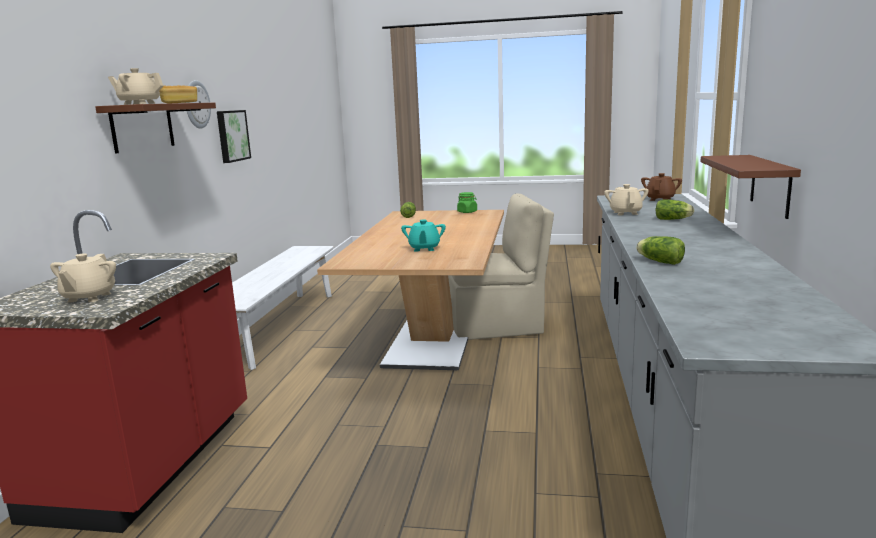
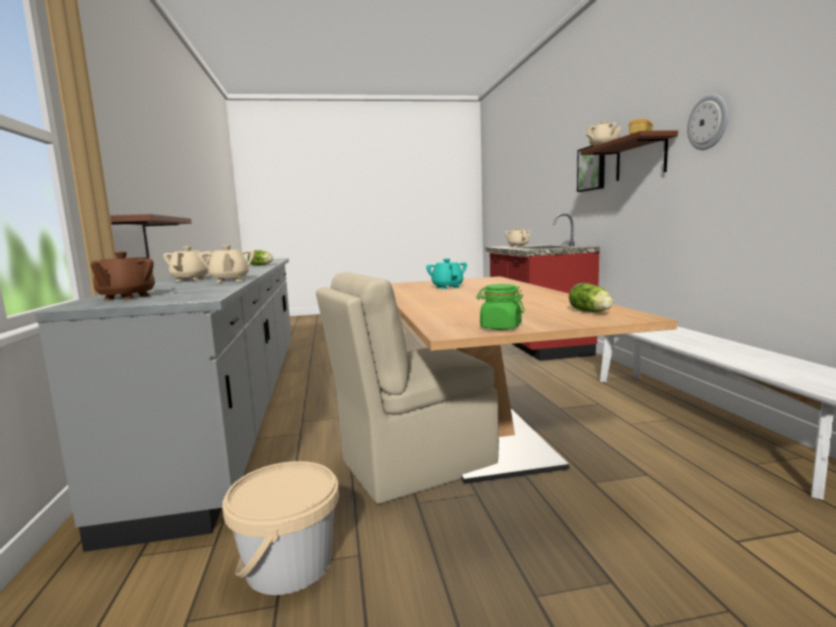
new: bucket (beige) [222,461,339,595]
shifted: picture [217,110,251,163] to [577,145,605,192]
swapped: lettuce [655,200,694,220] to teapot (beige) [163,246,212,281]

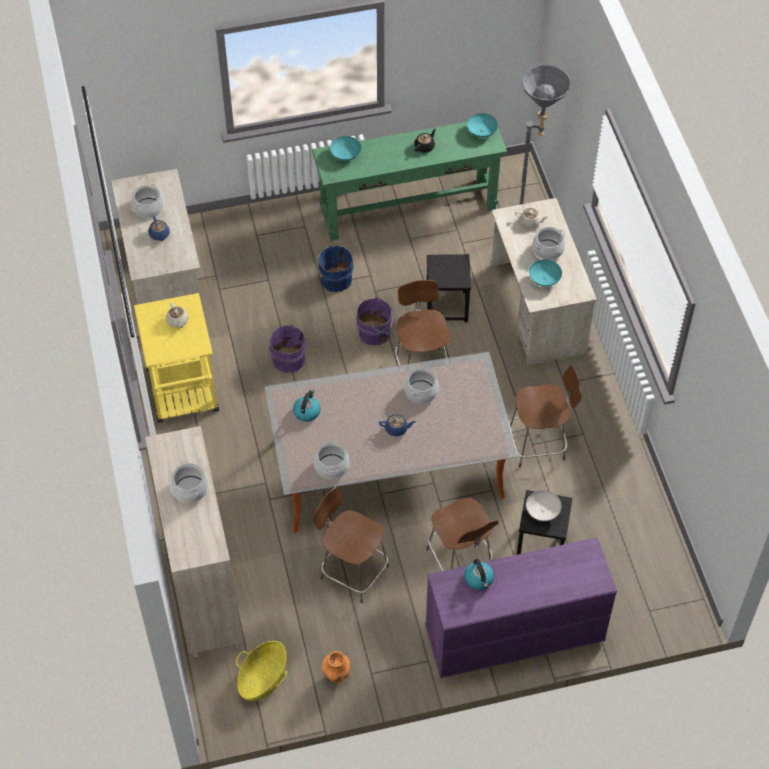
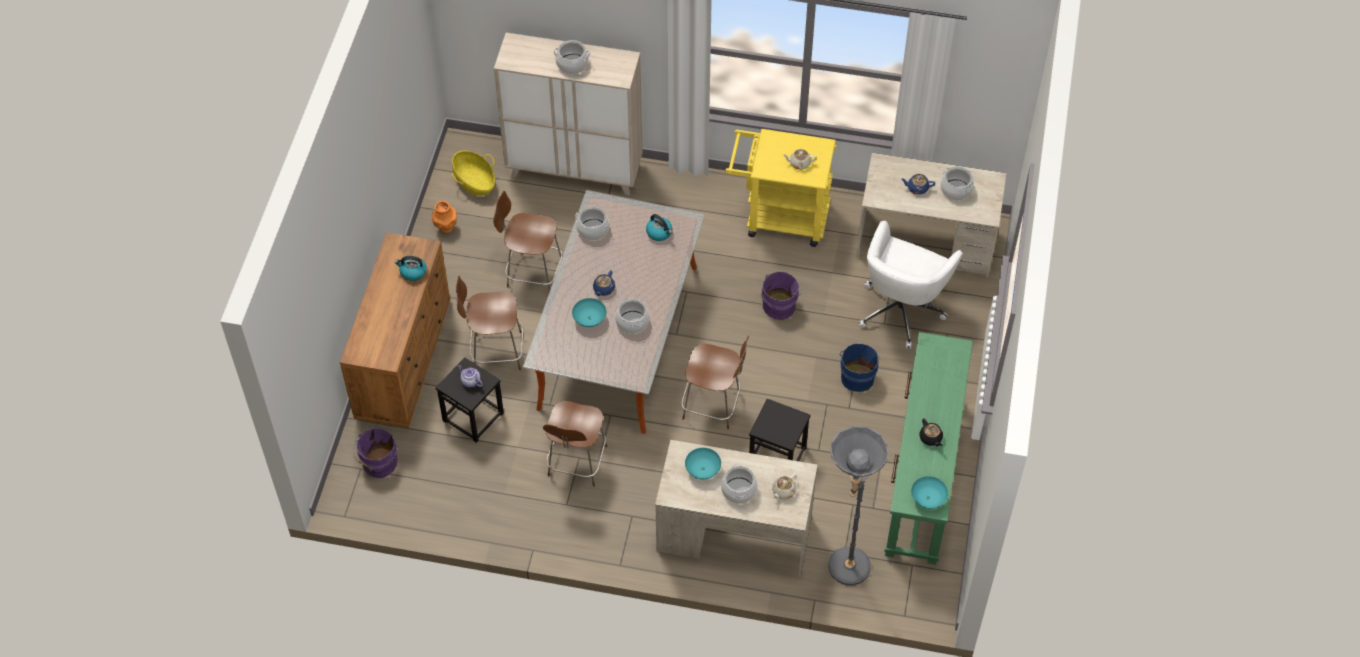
new: office chair (white) [859,221,963,349]
shifted: bowl (turquoise) [330,136,361,161] to [572,298,606,327]; bucket (purple) [357,297,393,345] to [353,428,398,478]
swapped: bowl (white) [526,490,561,521] to teapot [458,365,483,388]
repainted: dresser (purple) [425,537,617,678] to dresser (brown) [340,232,450,428]
rotated: chair (brown) [313,486,389,603] = [493,191,563,292] 135 degrees counterclockwise

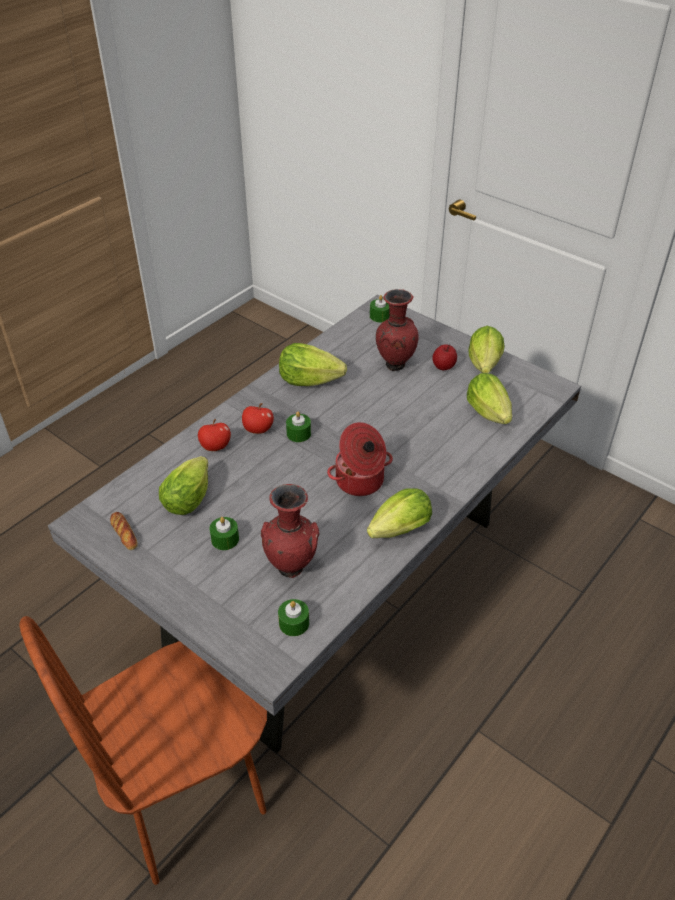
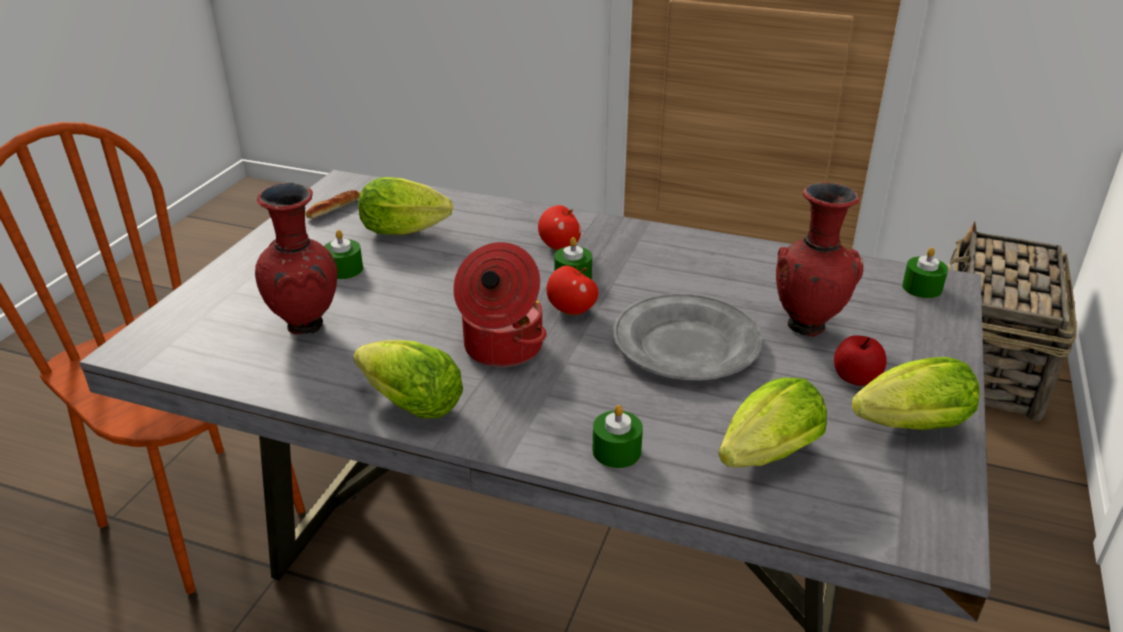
gone: lettuce [279,343,347,386]
new: plate (grey) [613,294,762,380]; basket [947,222,1077,422]
shifted: apple [198,419,231,451] to [546,265,598,315]; candle (green) [278,599,309,636] to [592,405,643,468]

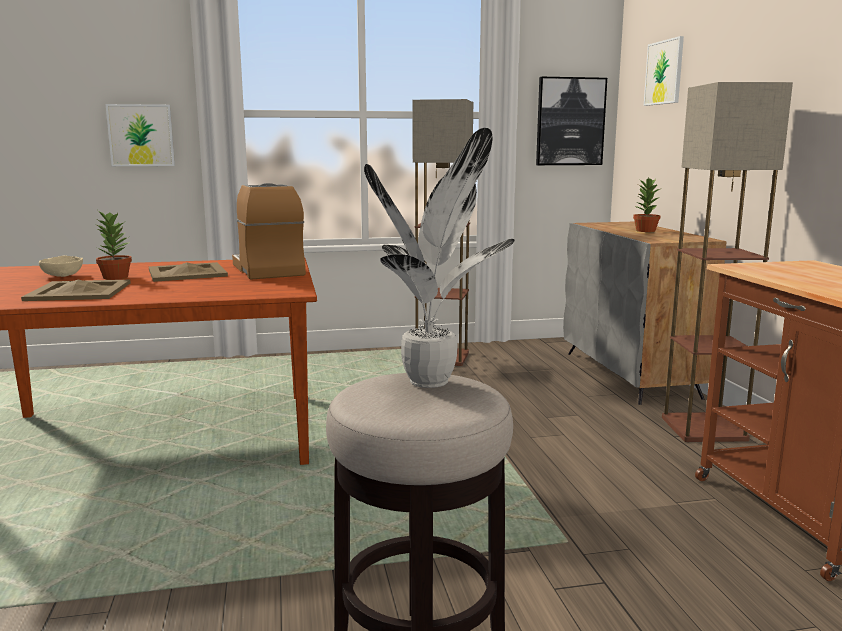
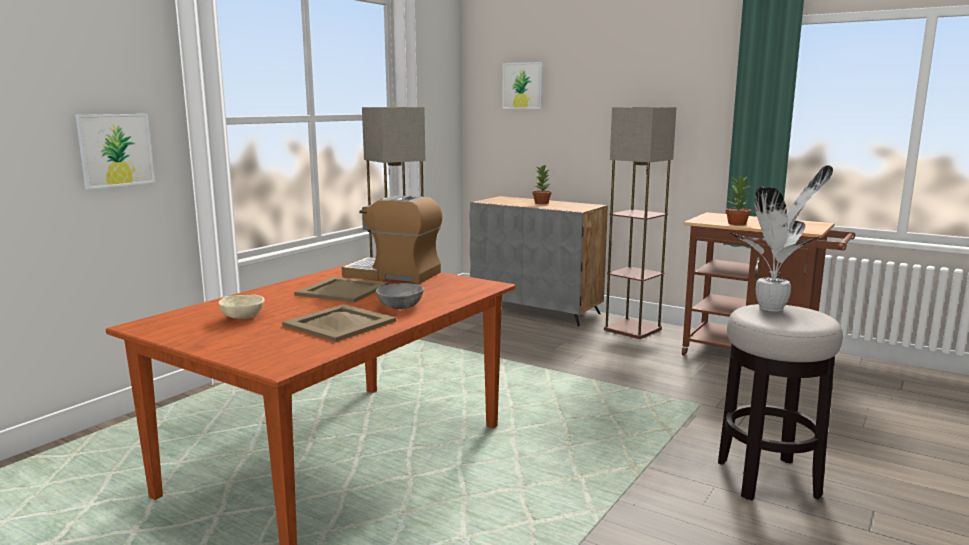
gone: picture [536,77,607,165]
new: bowl (grey) [376,283,424,309]
shifted: potted plant [96,211,132,280] to [726,176,751,225]

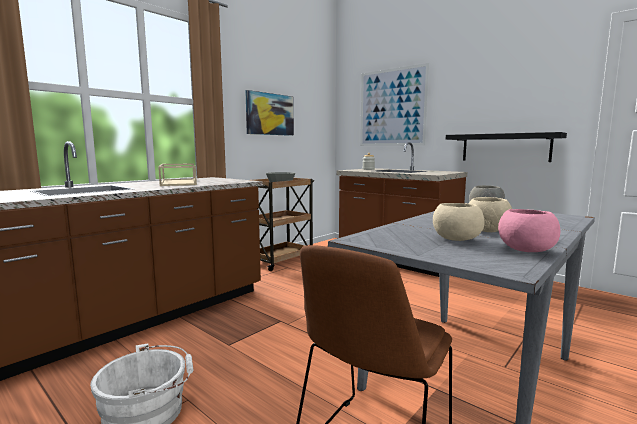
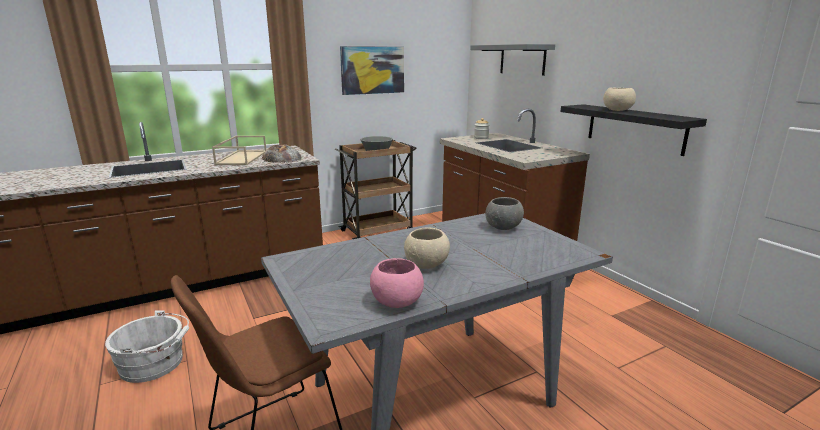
new: bread [262,144,302,163]
shifted: bowl (beige) [433,203,485,241] to [603,87,636,111]
swapped: picture [360,63,429,146] to shelf (grey) [470,44,555,76]

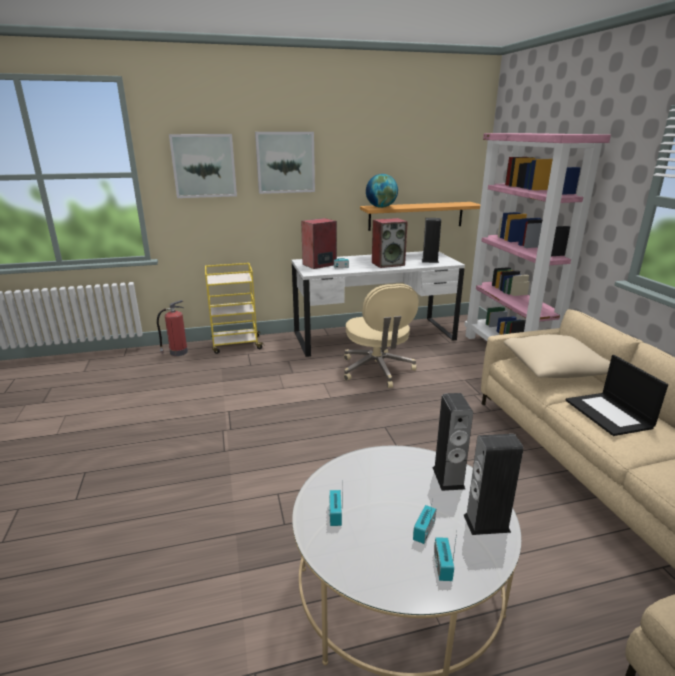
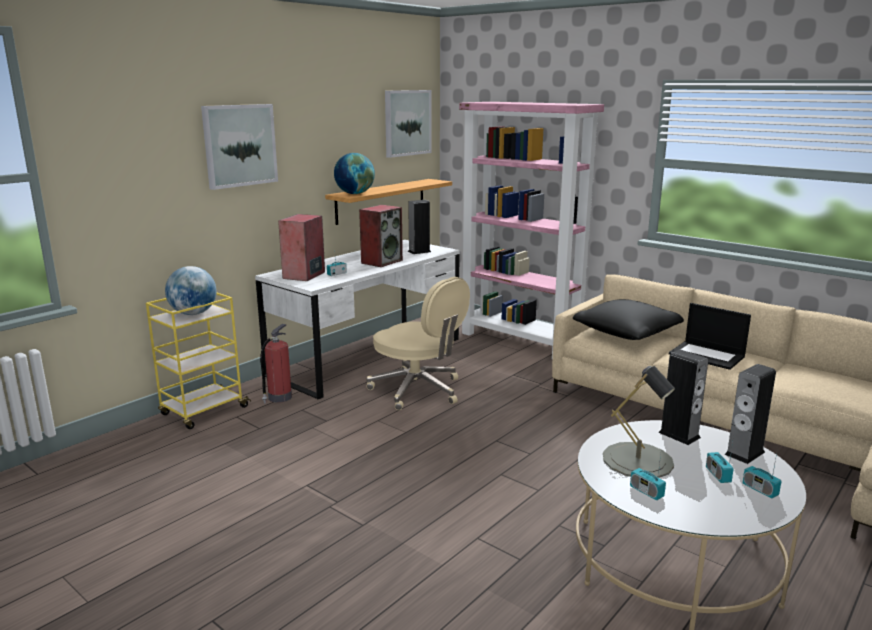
new: globe [165,266,217,315]; table lamp (grey) [603,366,675,478]
shifted: fire extinguisher [157,300,188,356] to [260,324,292,404]; picture [169,134,237,198] to [385,90,432,158]
repainted: pillow (beige) [504,334,610,378] to pillow (black) [573,299,684,340]

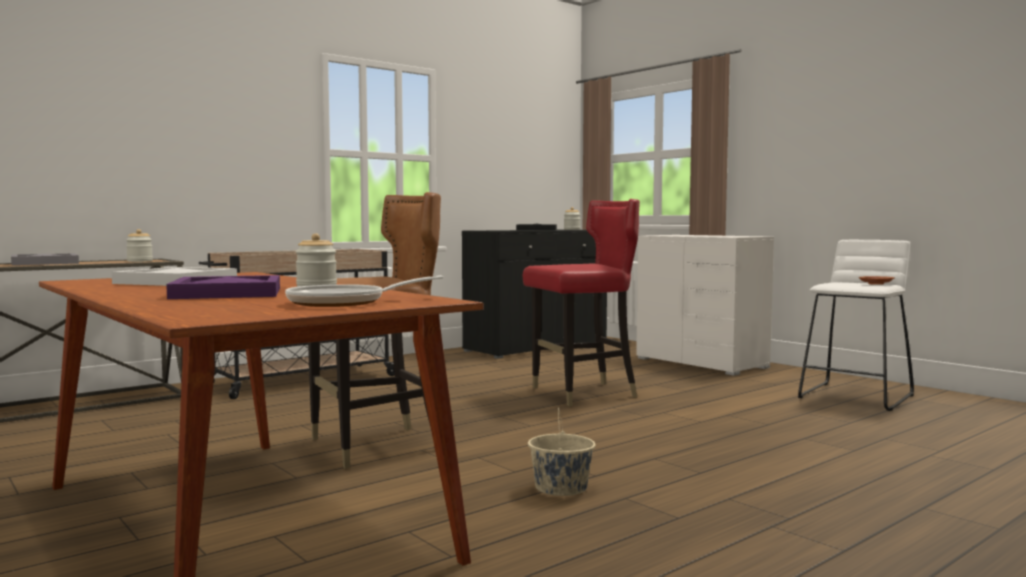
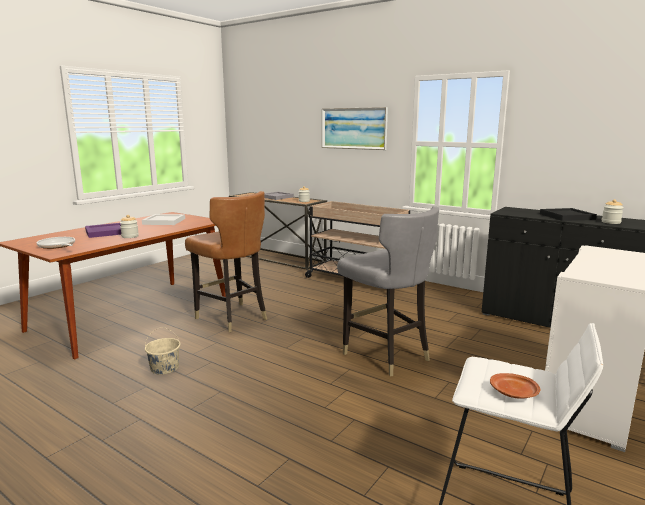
new: picture [322,107,388,150]
repainted: chair (red) [523,199,640,406] to chair (grey) [337,206,439,376]

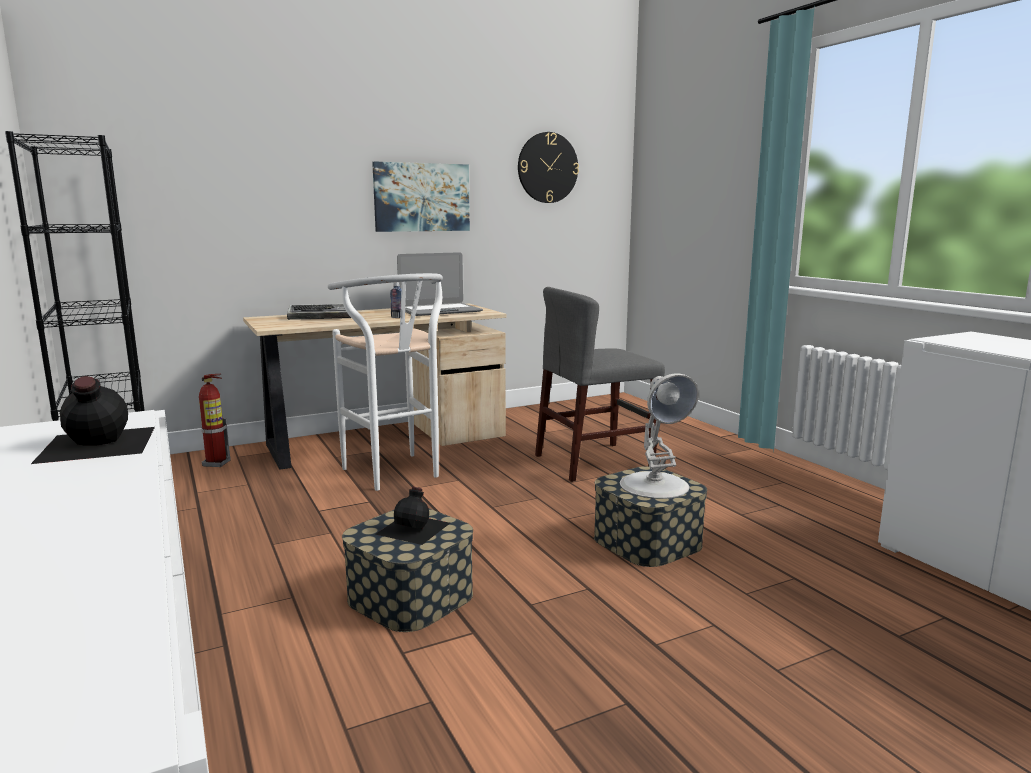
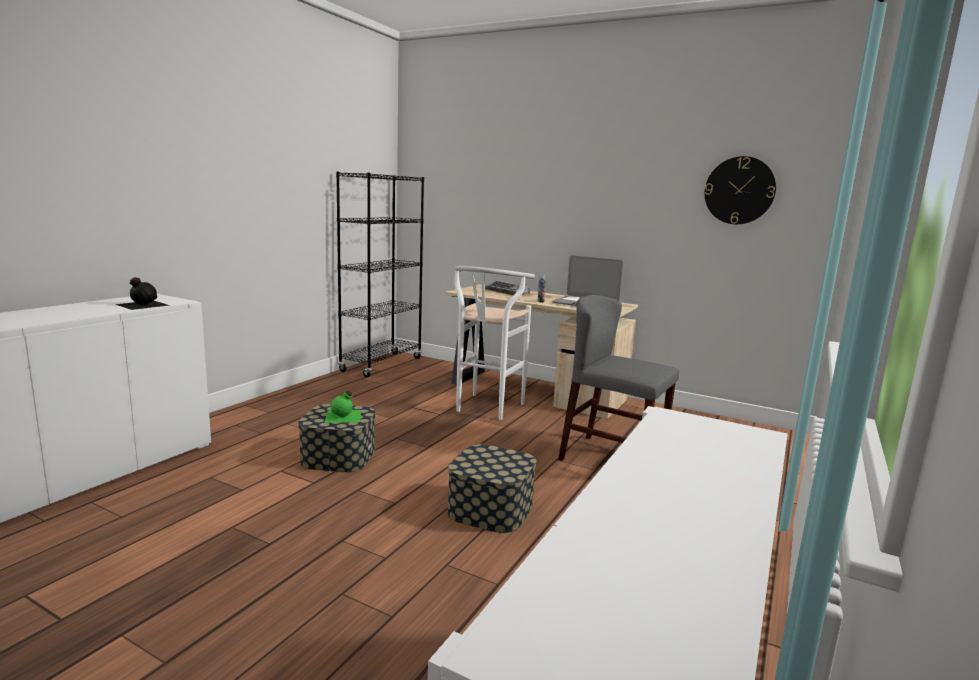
gone: fire extinguisher [199,374,231,467]; picture [372,161,470,232]; table lamp (white) [620,374,699,499]
repainted: bottle (black) [375,487,450,545] to bottle (green) [324,391,361,423]

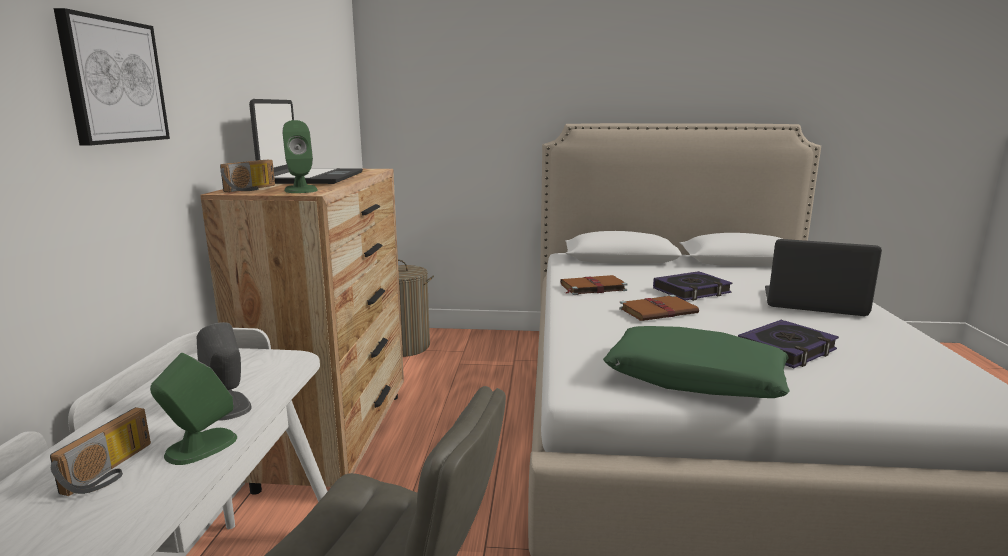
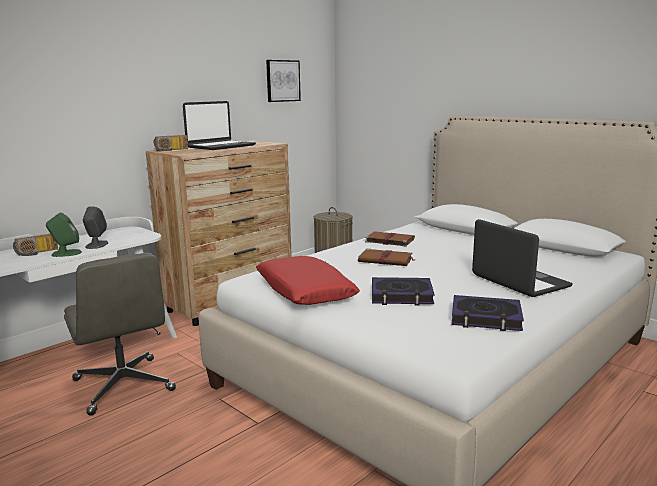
gone: speaker (green) [282,120,318,193]
shifted: picture [54,8,170,146] to [266,60,301,102]; book [653,271,732,301] to [451,295,524,331]
repainted: pillow (green) [603,326,790,398] to pillow (red) [256,256,360,305]

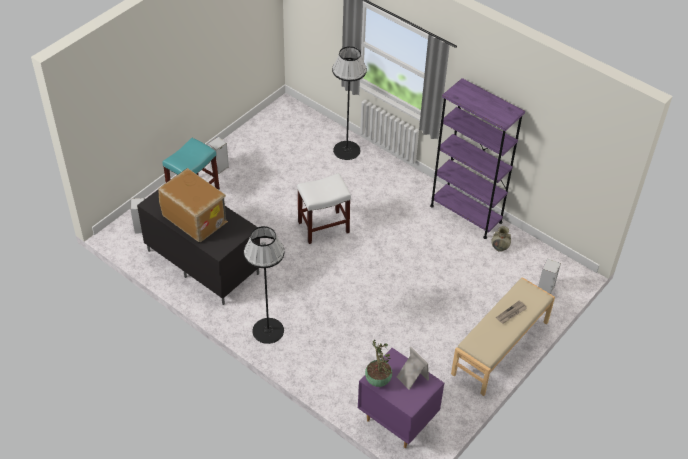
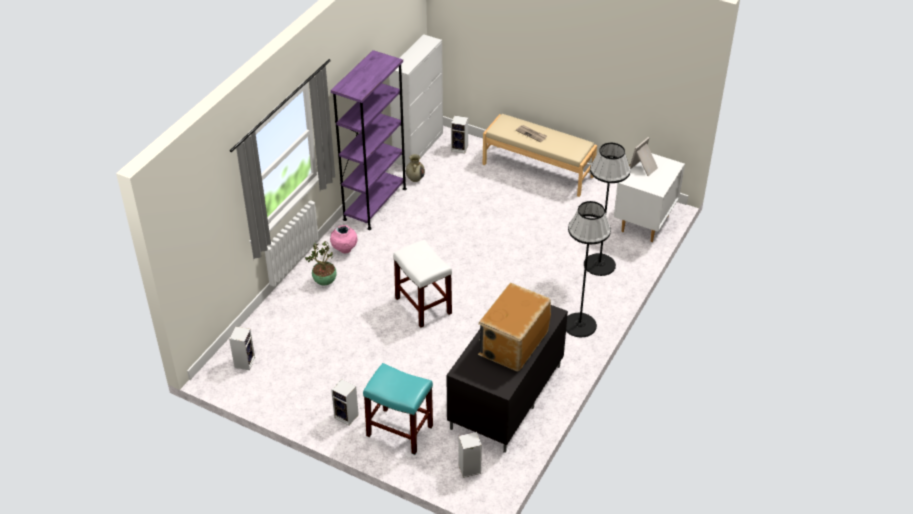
new: speaker [229,327,255,370]; vase (pink) [330,225,358,253]; cabinet (white) [389,34,443,167]
shifted: floor lamp (black) [332,46,367,160] to [584,143,631,276]; potted plant [365,340,392,387] to [305,241,337,286]
repainted: nightstand (purple) [358,348,444,448] to nightstand (white) [614,153,685,242]

